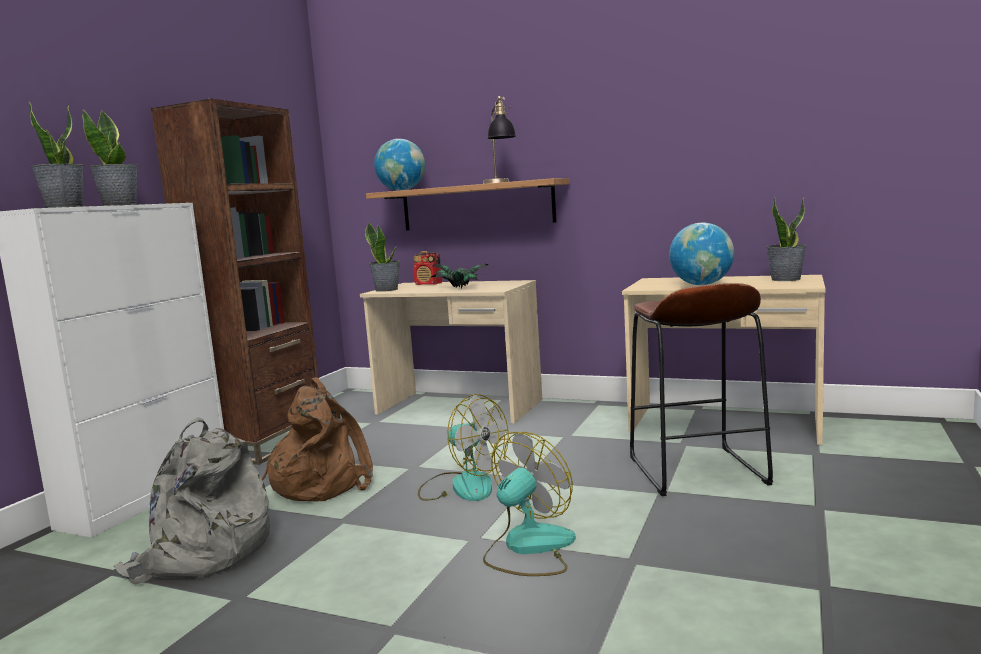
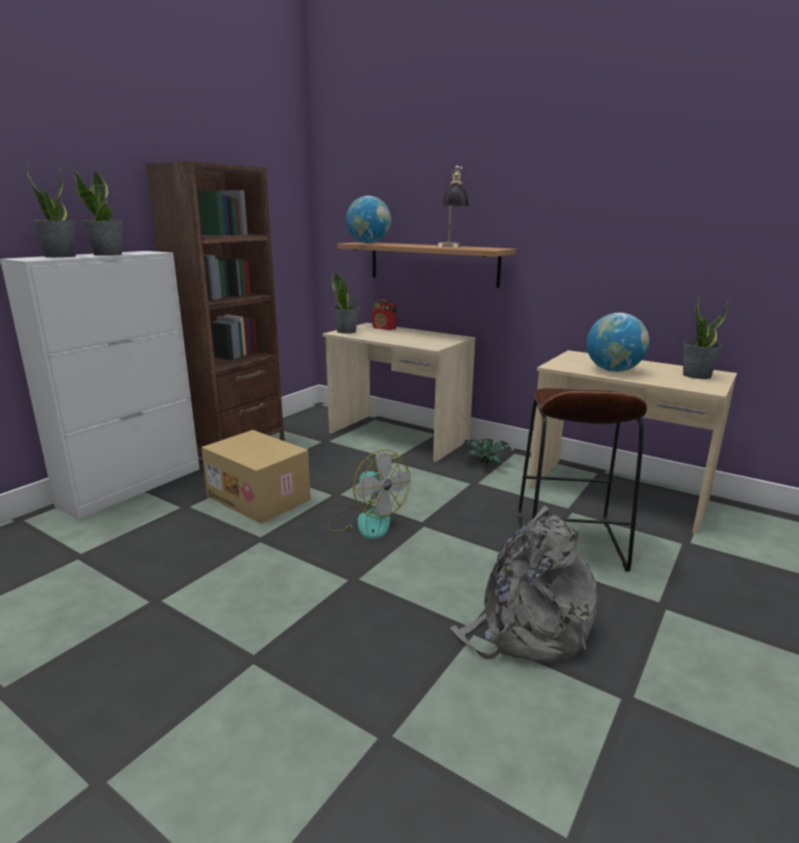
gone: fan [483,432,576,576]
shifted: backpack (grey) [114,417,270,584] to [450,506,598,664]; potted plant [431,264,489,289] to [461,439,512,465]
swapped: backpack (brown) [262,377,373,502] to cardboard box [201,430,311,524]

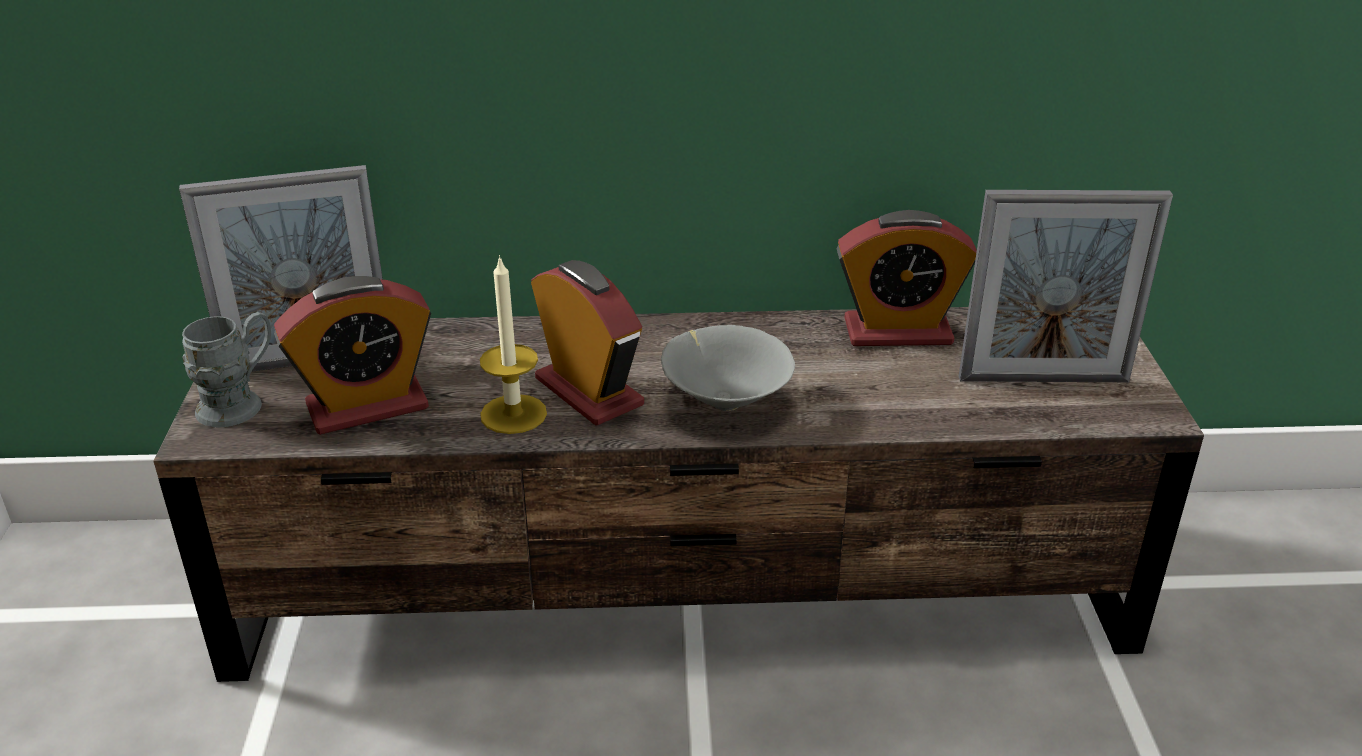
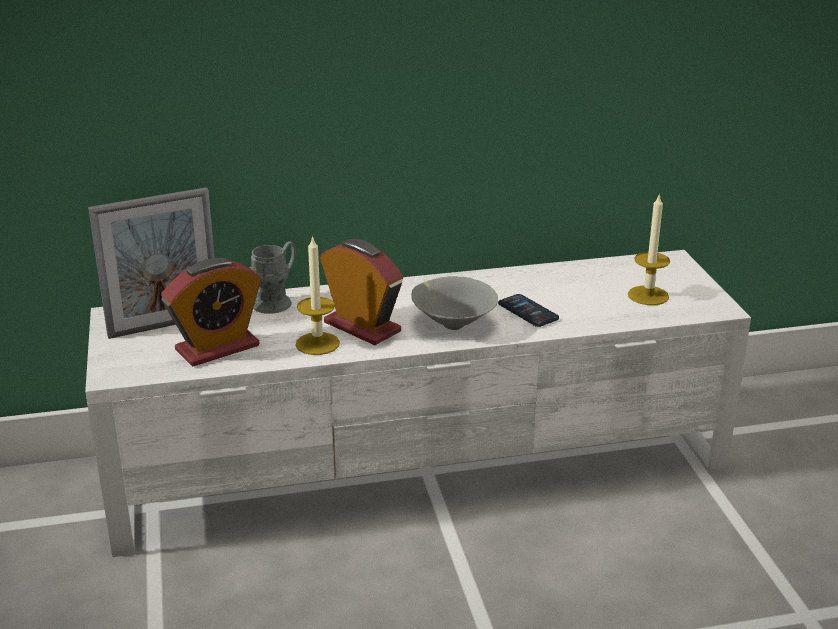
gone: alarm clock [836,210,977,346]
new: phone [498,294,559,327]
shifted: mug (grey) [182,312,271,427] to [249,241,296,314]
swapped: picture frame [959,190,1173,382] to candle [628,193,670,305]
repainted: tv stand (brown) [153,307,1204,682] to tv stand (white) [85,250,751,557]

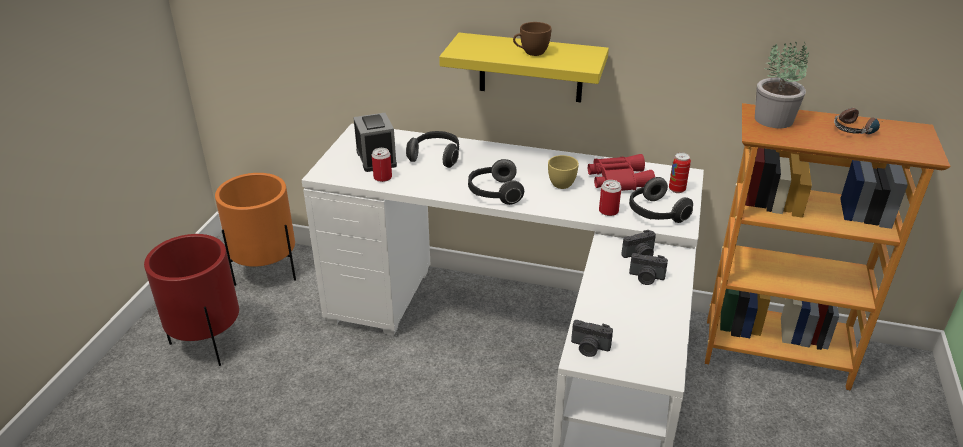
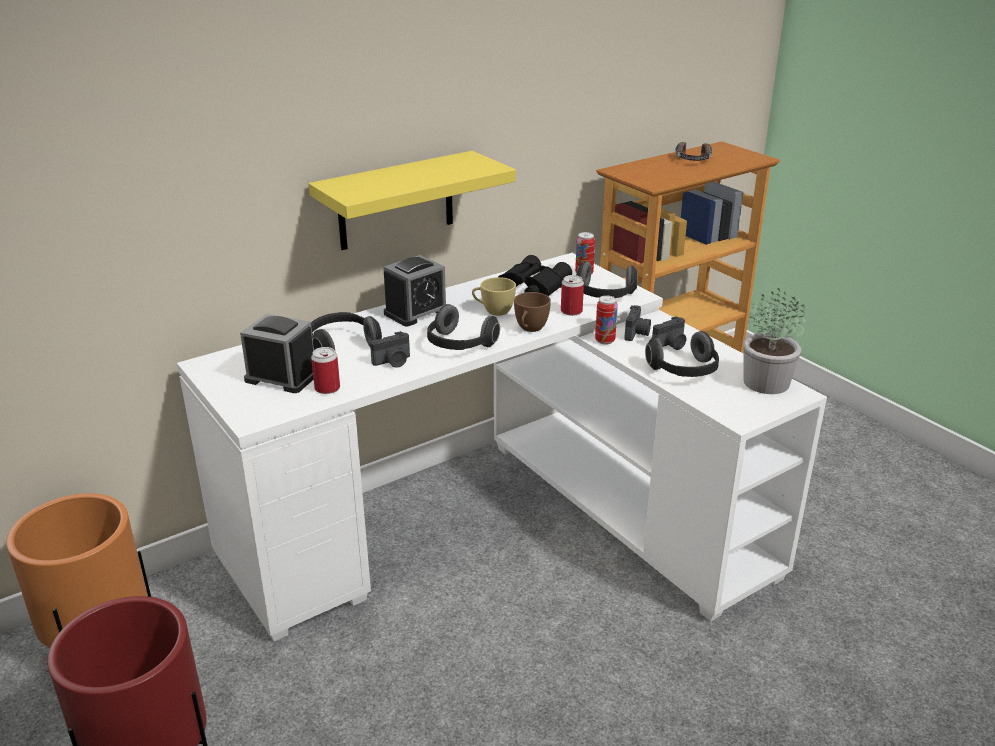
new: alarm clock [384,255,446,327]; can [595,296,618,345]; headphones [645,331,719,377]
shifted: cup (brown) [513,22,552,56] to [514,292,551,332]; photo camera [571,320,613,357] to [370,331,410,368]; potted plant [755,42,809,128] to [743,288,805,394]
repainted: binoculars (red) [588,154,655,191] to binoculars (black) [498,255,572,296]

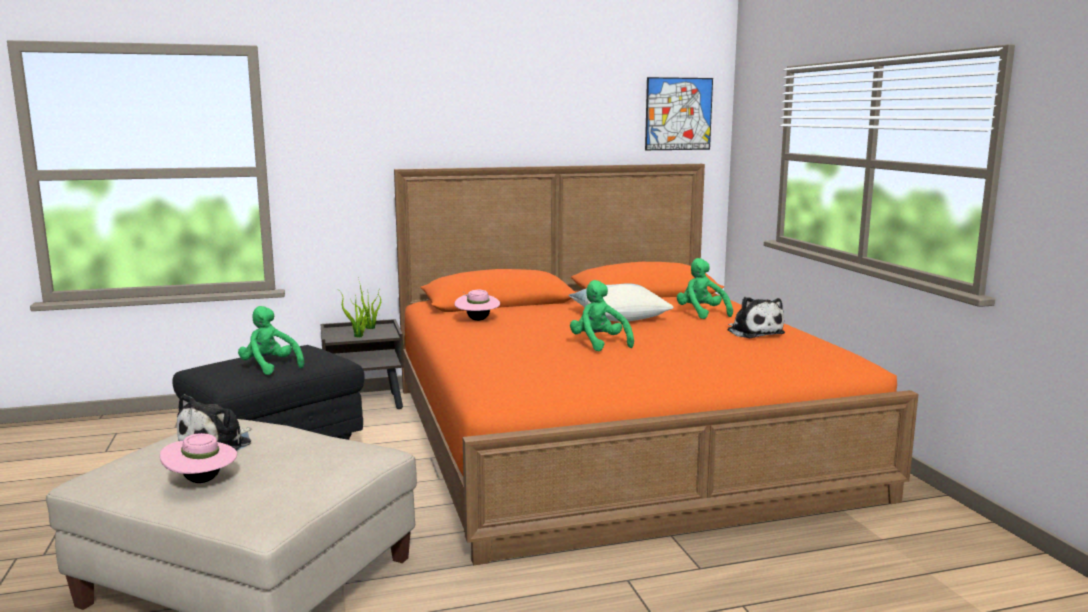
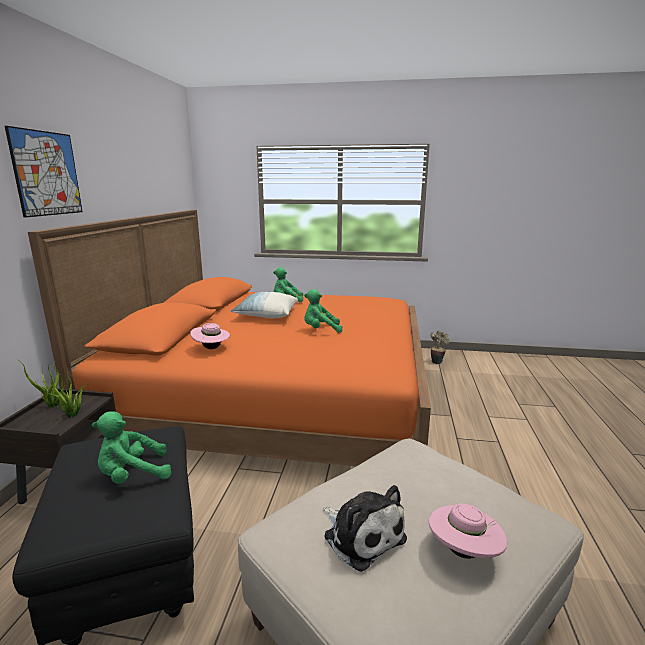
gone: plush toy [728,297,785,338]
new: potted plant [431,331,450,364]
shifted: picture [645,77,713,150] to [5,126,83,218]

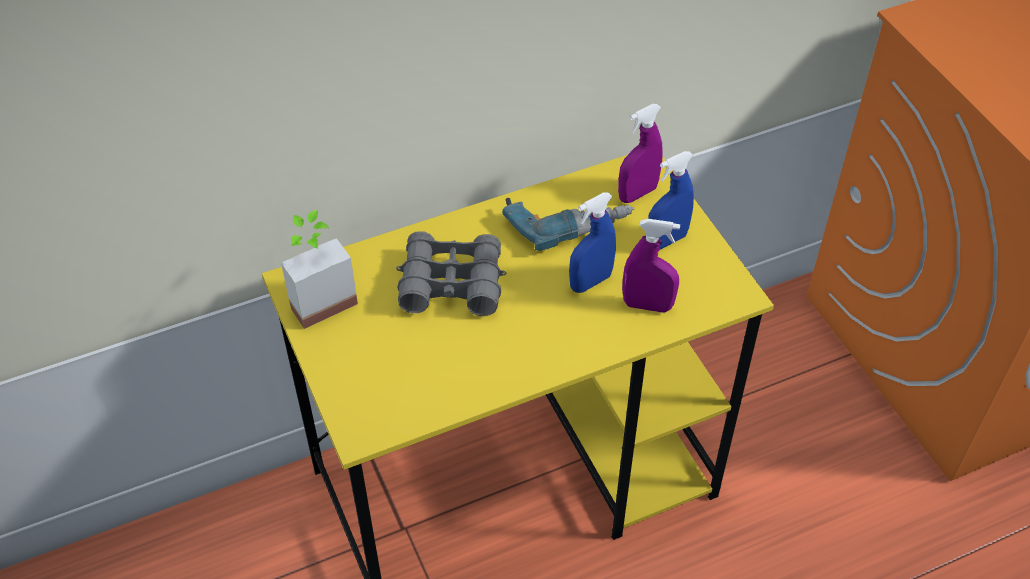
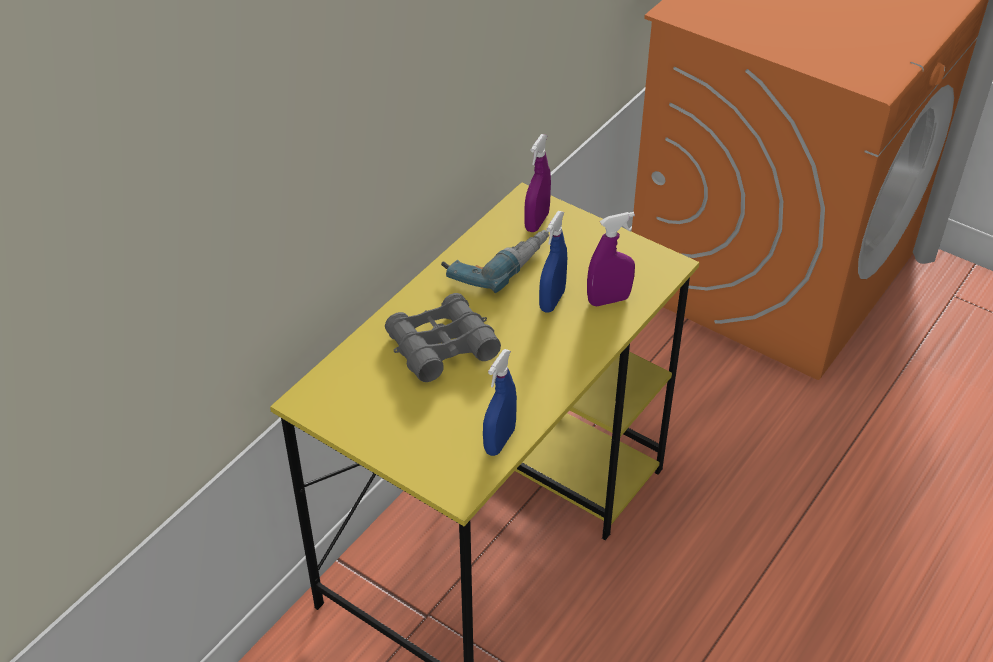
gone: potted plant [281,210,358,329]
shifted: spray bottle (blue) [648,151,694,250] to [483,349,517,456]

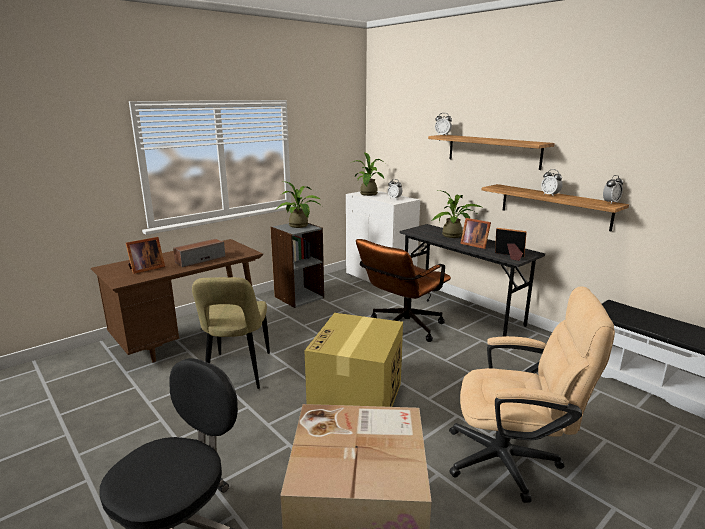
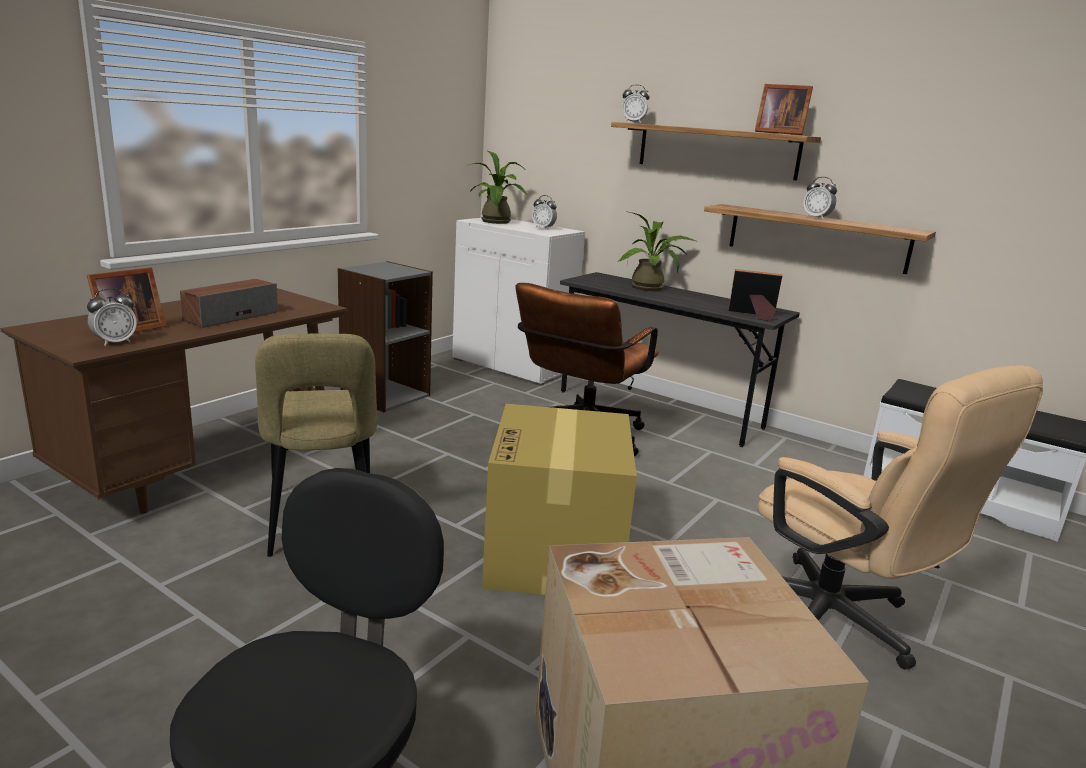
gone: potted plant [275,181,322,228]
shifted: picture frame [460,218,491,249] to [755,84,813,135]; alarm clock [603,175,623,204] to [87,288,137,346]
rotated: office chair (beige) [449,286,615,503] = [758,365,1043,670] 60 degrees clockwise

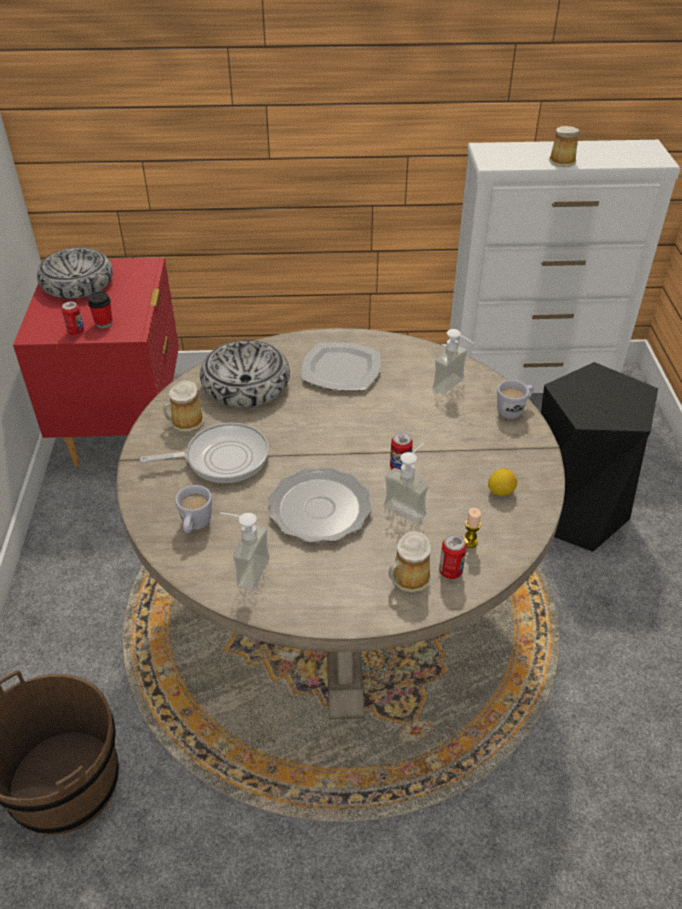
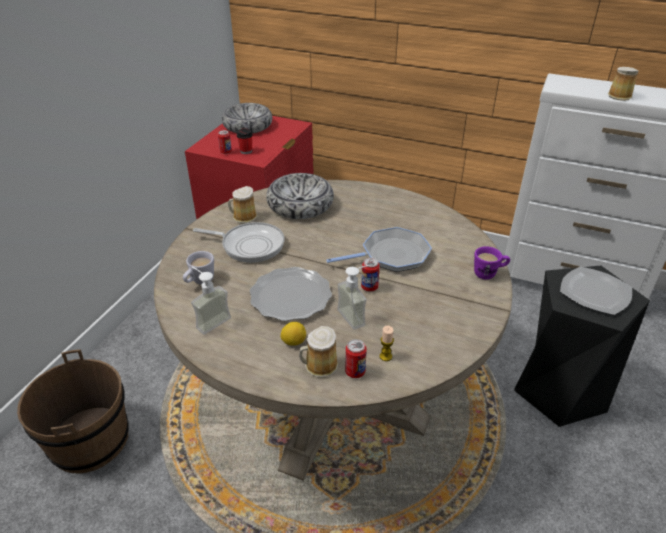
gone: soap dispenser [433,329,473,395]
new: frying pan [326,227,432,272]
shifted: plate [301,342,381,391] to [560,266,632,315]; lemon [488,469,517,496] to [280,322,306,346]
repainted: mug (white) [497,380,534,419] to mug (purple) [474,246,510,279]

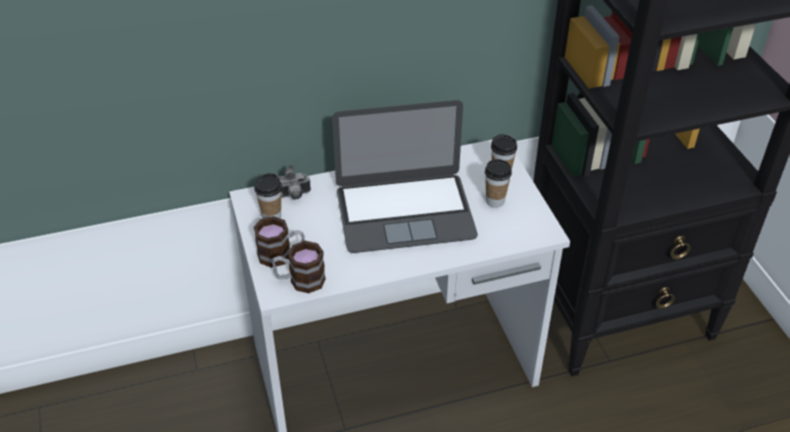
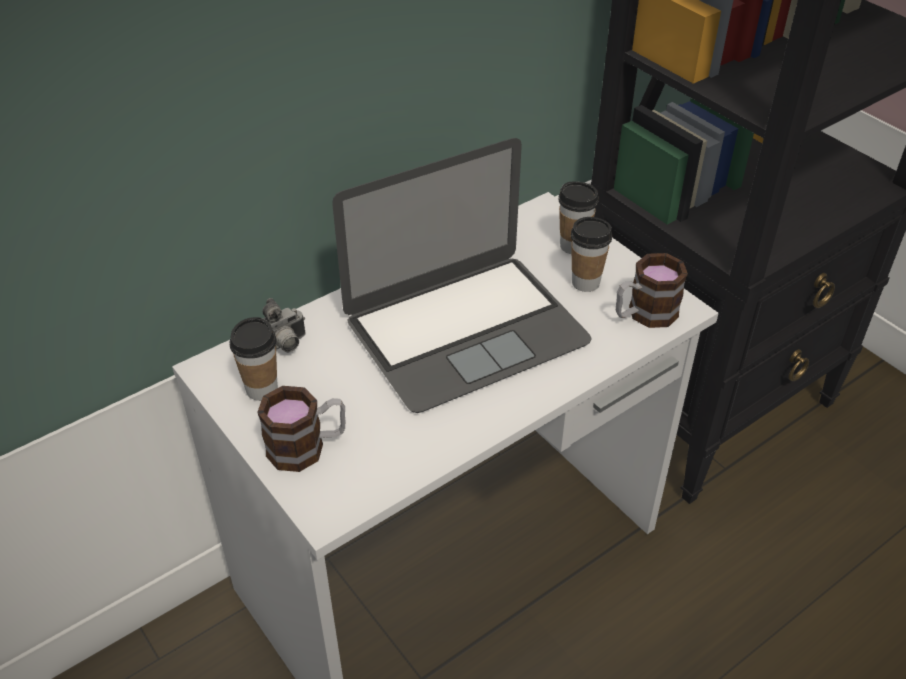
shifted: mug [272,241,326,293] to [616,253,688,328]

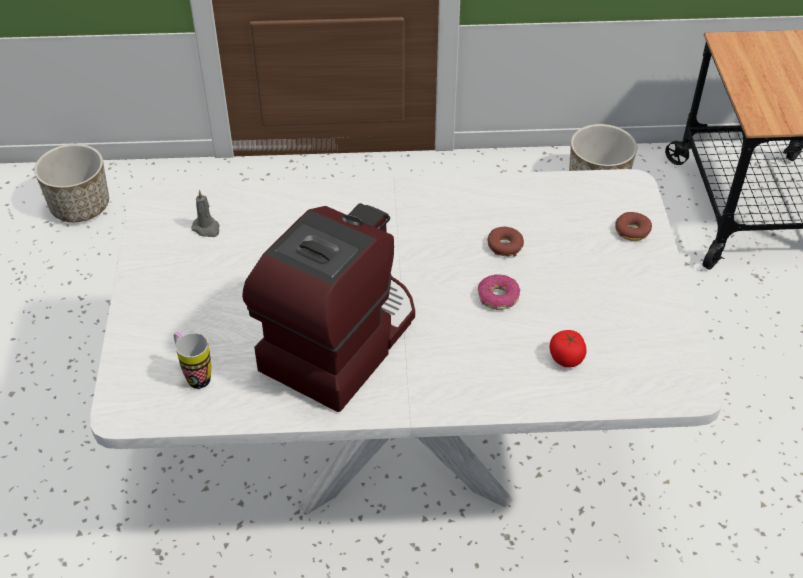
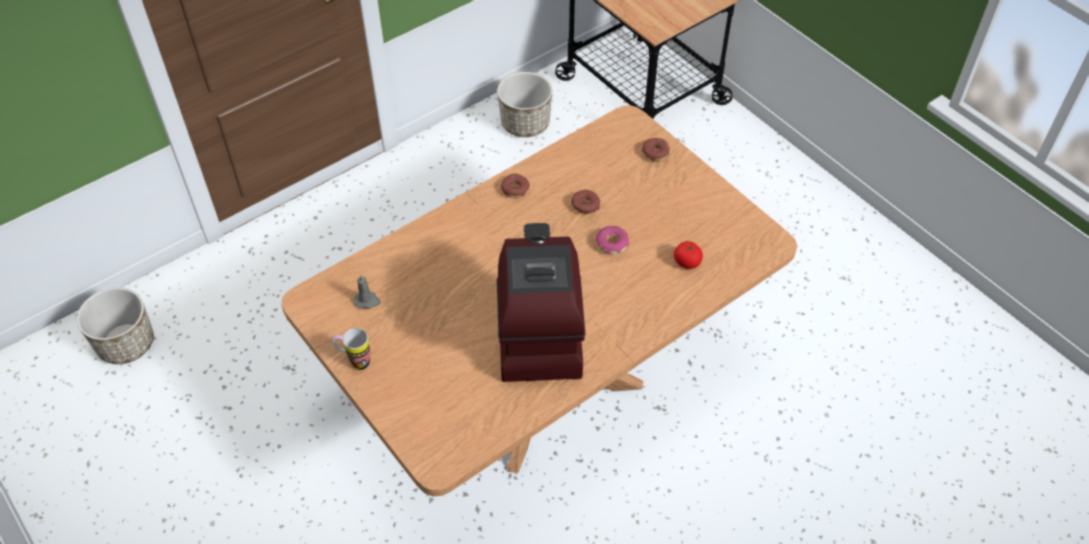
new: donut [501,173,530,198]
shifted: mug [174,332,211,389] to [332,328,370,370]
repainted: dining table (white) [90,169,724,514] to dining table (brown) [282,105,797,497]

